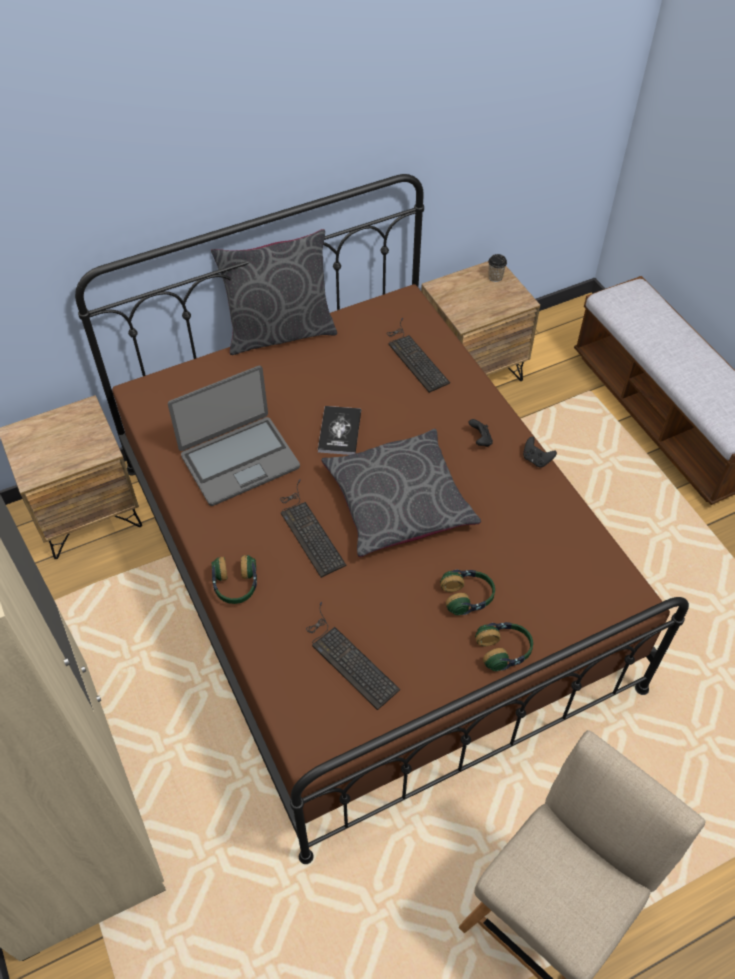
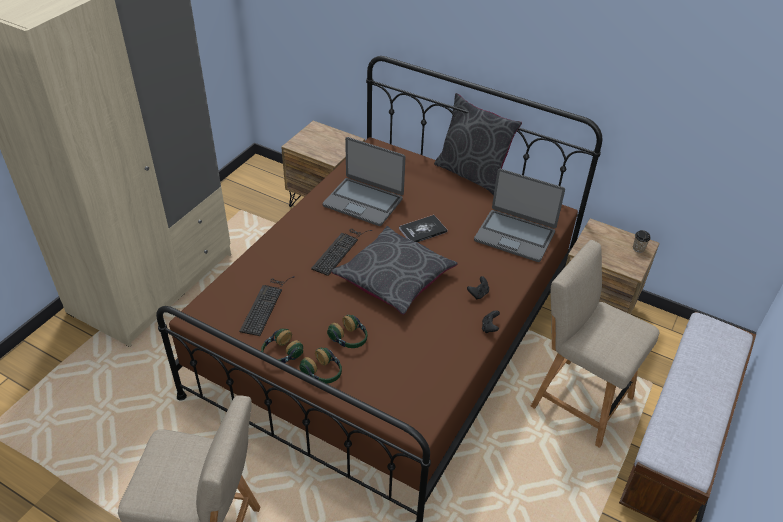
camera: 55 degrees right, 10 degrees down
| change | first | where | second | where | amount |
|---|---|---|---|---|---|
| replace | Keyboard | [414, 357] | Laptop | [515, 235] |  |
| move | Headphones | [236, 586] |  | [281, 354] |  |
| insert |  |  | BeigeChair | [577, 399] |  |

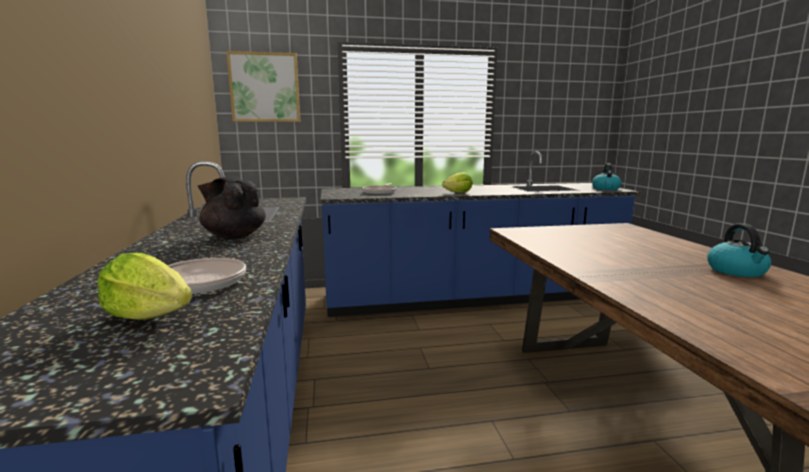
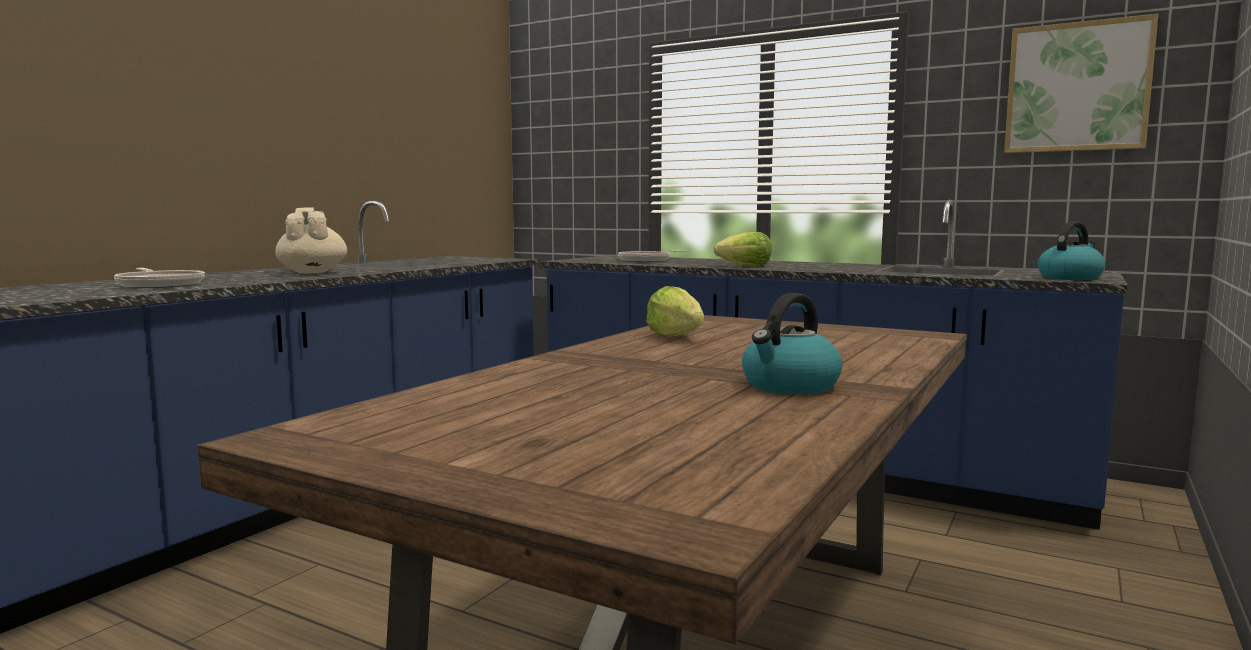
camera: 40 degrees right, 5 degrees down
| change | first | where | second | where | amount |
|---|---|---|---|---|---|
| move | Picture | [265, 87] |  | [1077, 87] |  |
| recolor | BlackTeapot | [234, 236] | BeigeTeapot | [312, 272] |  |
| move | Lettuce | [149, 316] |  | [676, 337] |  |

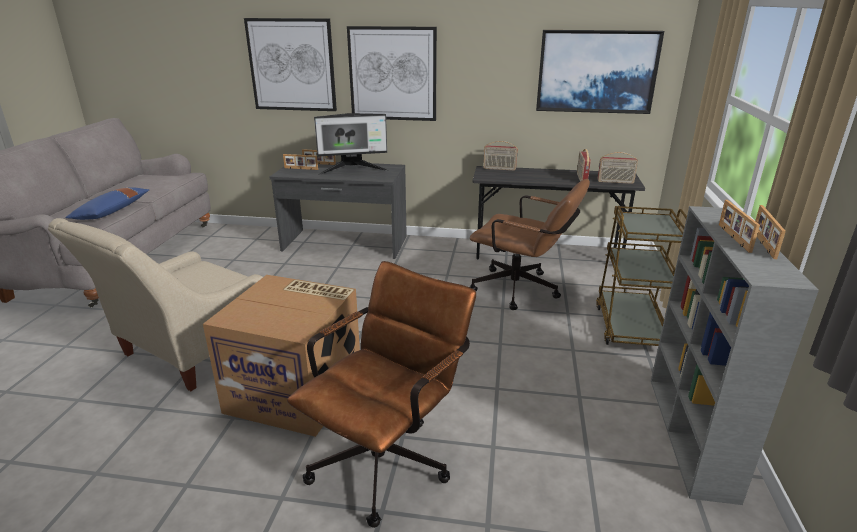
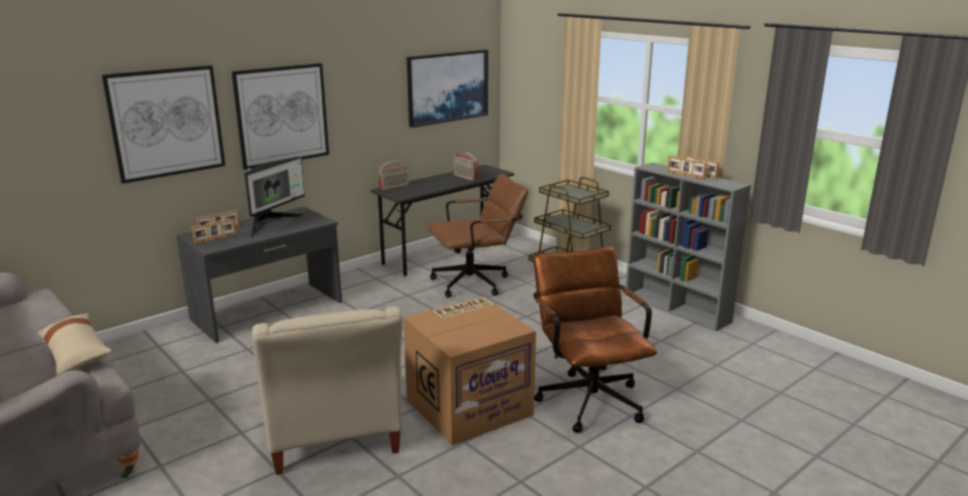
camera: 50 degrees left, 5 degrees down
| change | first | where | second | where | amount |
|---|---|---|---|---|---|
| delete | Radio | [615, 182] |  |  |  |
| recolor | BluePillow | [112, 211] | BeigePillow | [76, 353] |  |

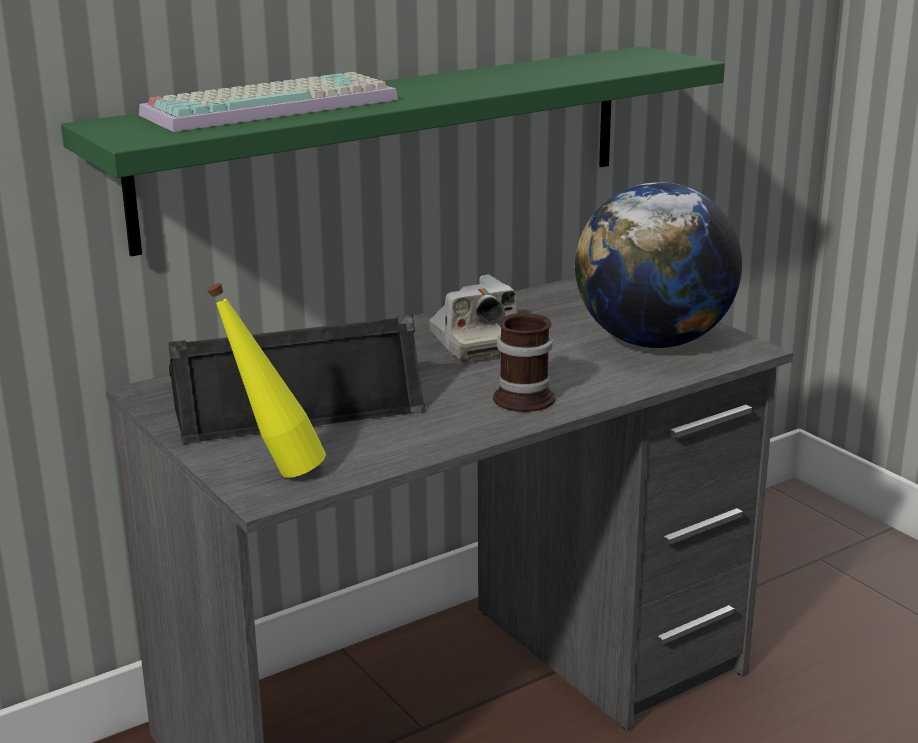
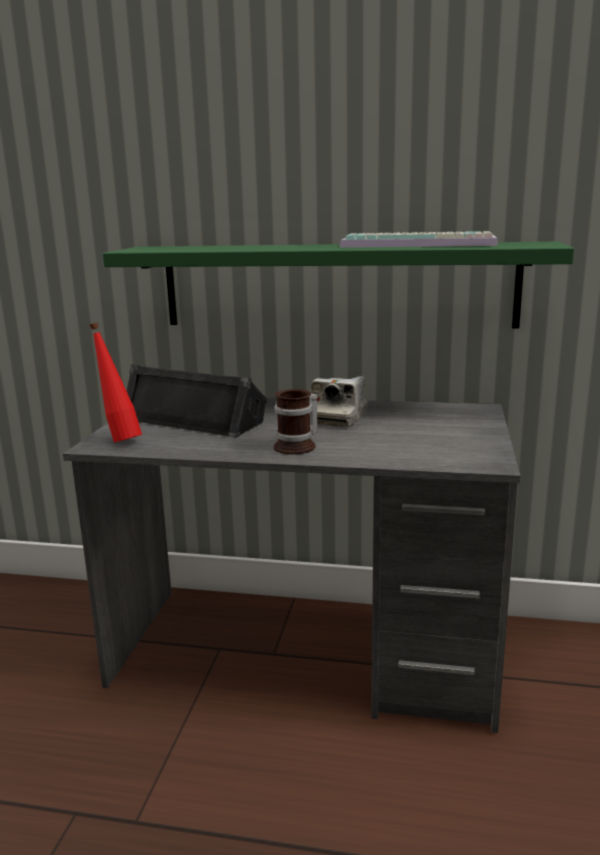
camera: 45 degrees right, 5 degrees down
| change | first | where | second | where | amount |
|---|---|---|---|---|---|
| move | Keyboard | [272, 106] |  | [420, 244] |  |
| delete | Globe | [654, 342] |  |  |  |
| recolor | YellowBottle | [274, 471] | RedBottle | [119, 439] |  |

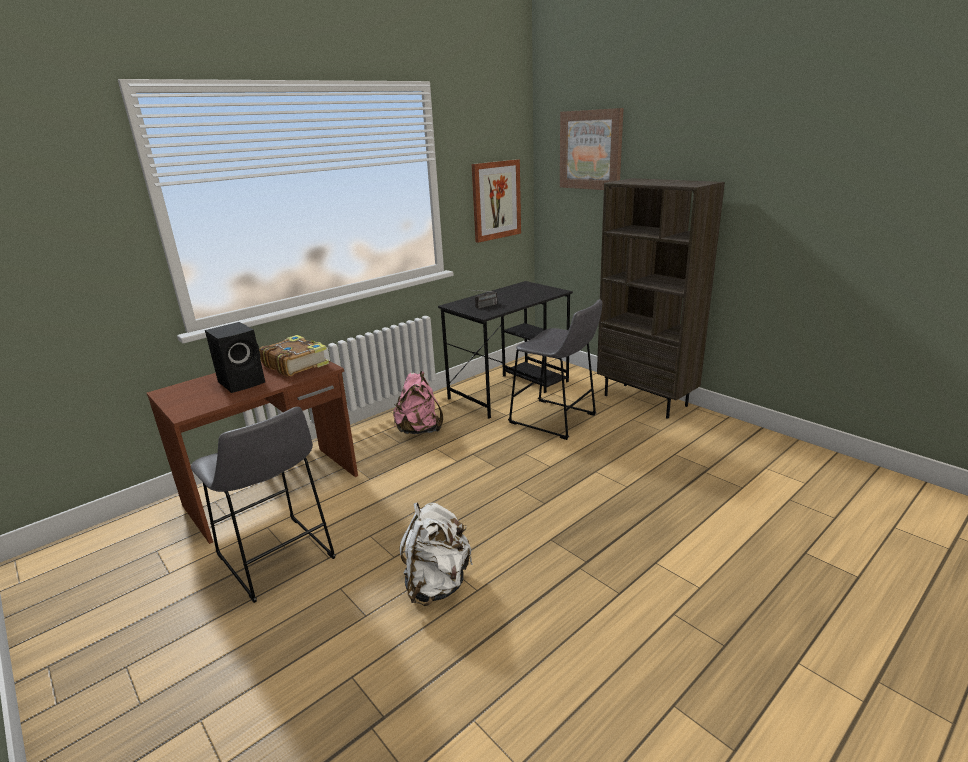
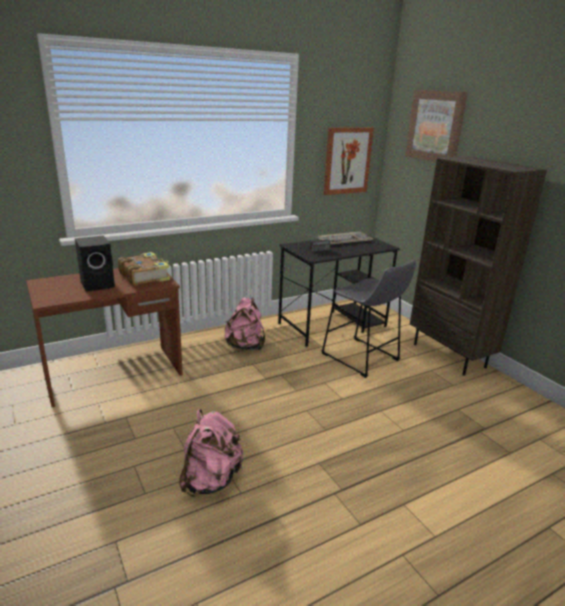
camera: 10 degrees right, 0 degrees up
| change | first | where | second | where | amount |
|---|---|---|---|---|---|
| delete | GreyStool | [277, 560] |  |  |  |
| recolor | WhiteBackpack | [437, 584] | PinkBackpack | [210, 480] |  |
| insert |  |  | Keyboard | [345, 240] |  |

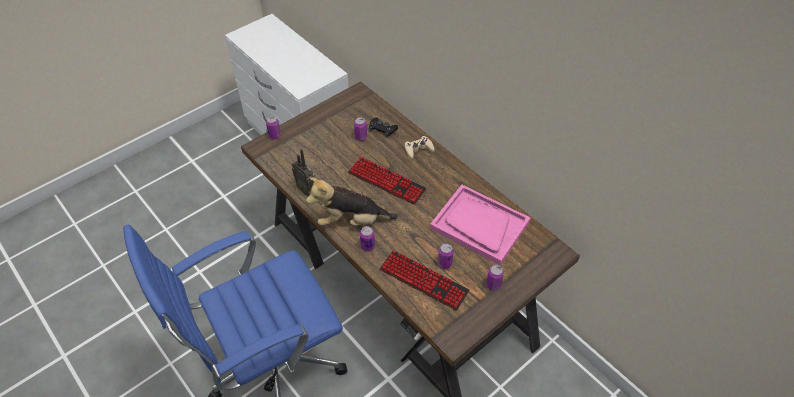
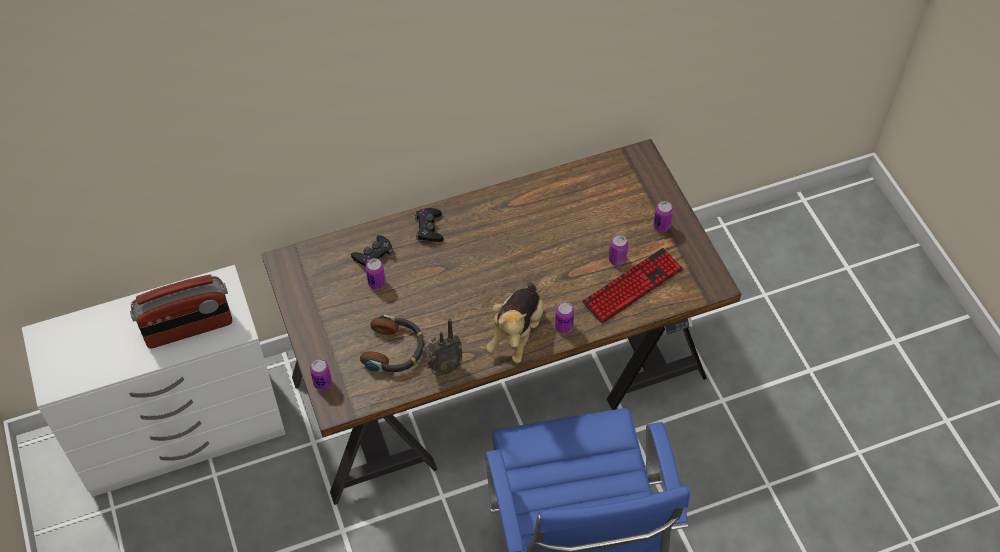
camera: 70 degrees left, 5 degrees up
| change | first | where | second | where | amount |
|---|---|---|---|---|---|
| recolor | BeigeGameController | [418, 149] | BlackGameController | [429, 228] |  |
| delete | Keyboard | [386, 181] |  |  |  |
| delete | PinkTray | [479, 225] |  |  |  |
| insert |  |  | Radio | [188, 328] |  |
| insert |  |  | Headphones | [394, 350] |  |

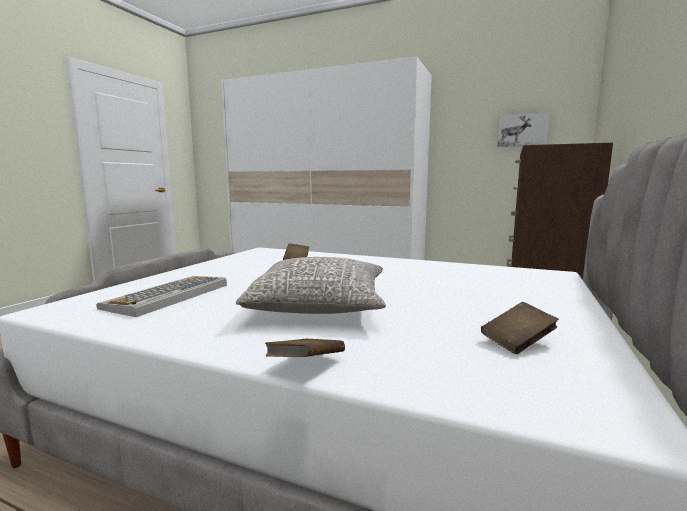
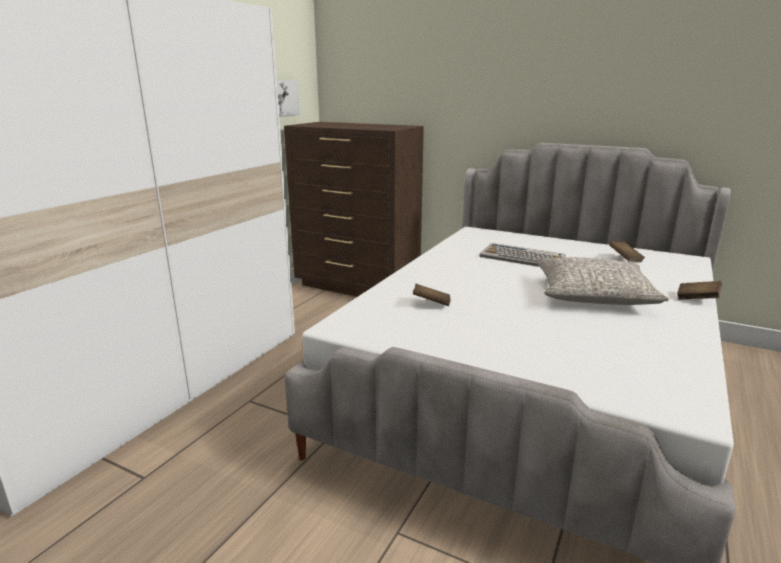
camera: 85 degrees left, 10 degrees up
| change | first | where | second | where | amount |
|---|---|---|---|---|---|
| move | Keyboard | [168, 296] |  | [523, 258] |  |

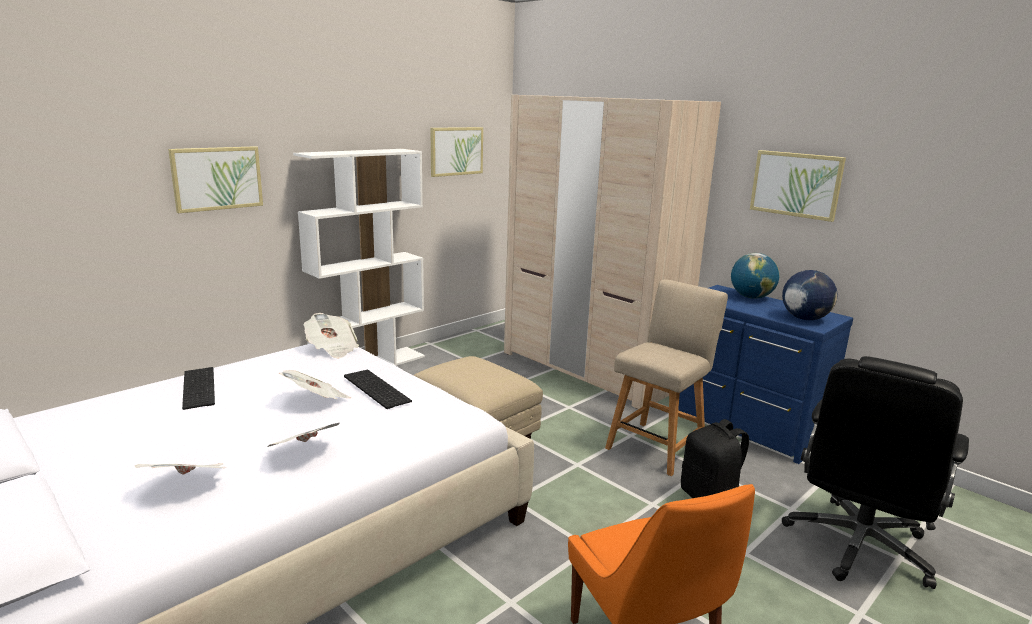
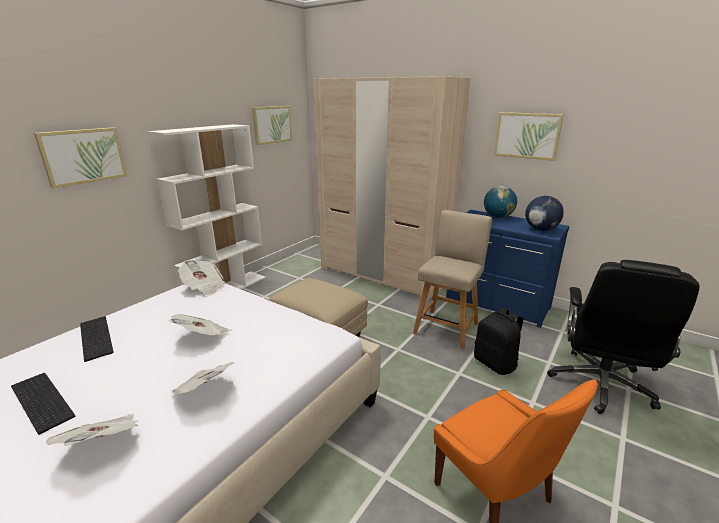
camera: 10 degrees left, 5 degrees up
| change | first | where | second | where | amount |
|---|---|---|---|---|---|
| move | Keyboard | [374, 389] |  | [39, 402] |  |

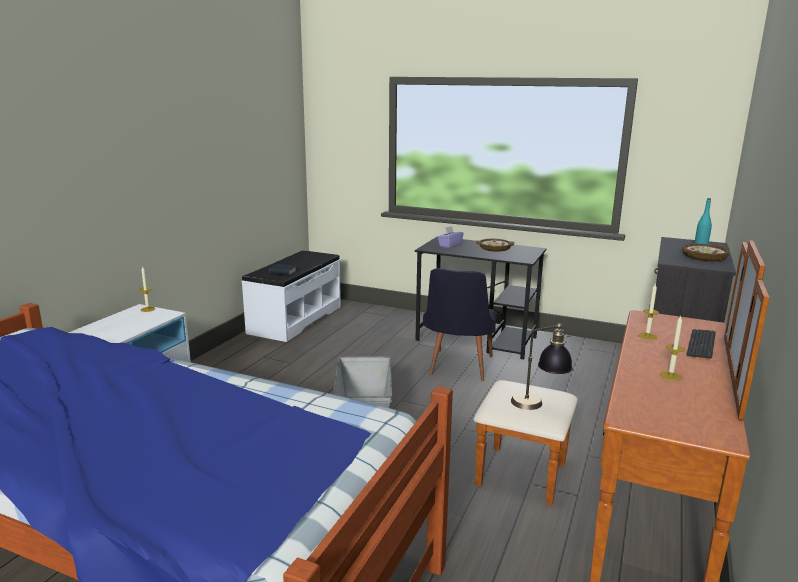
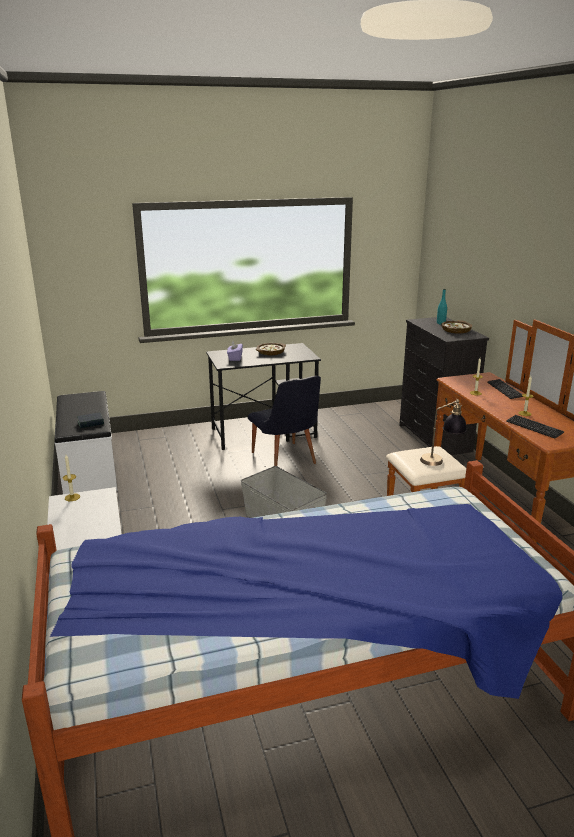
camera: 40 degrees left, 5 degrees up
| change | first | where | second | where | amount |
|---|---|---|---|---|---|
| insert |  |  | Keyboard | [534, 427] |  |

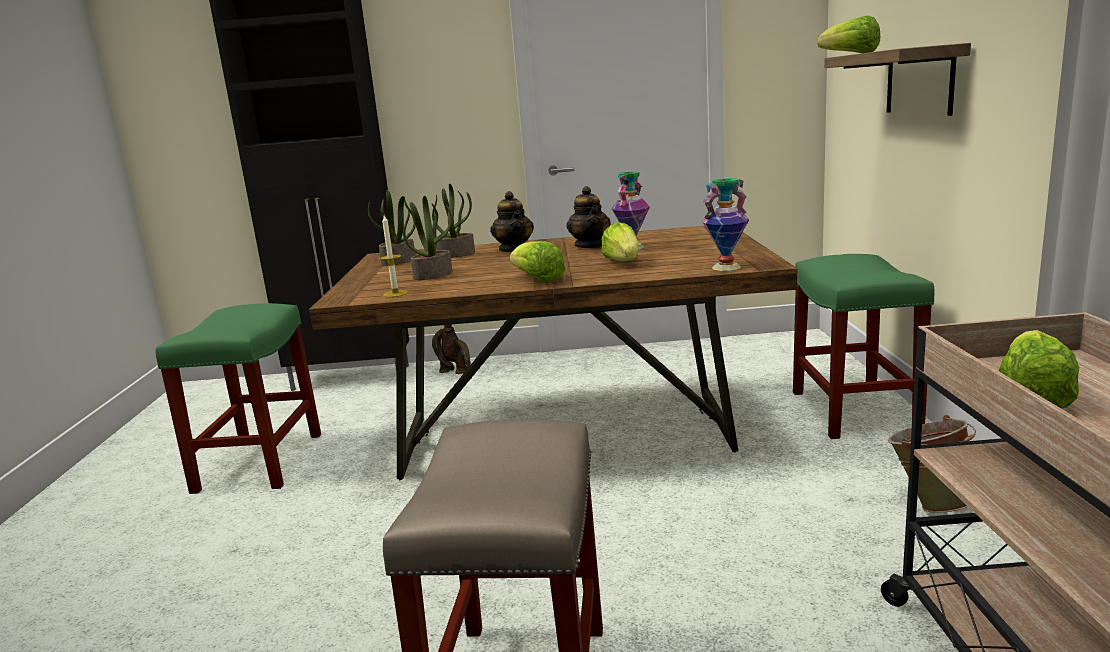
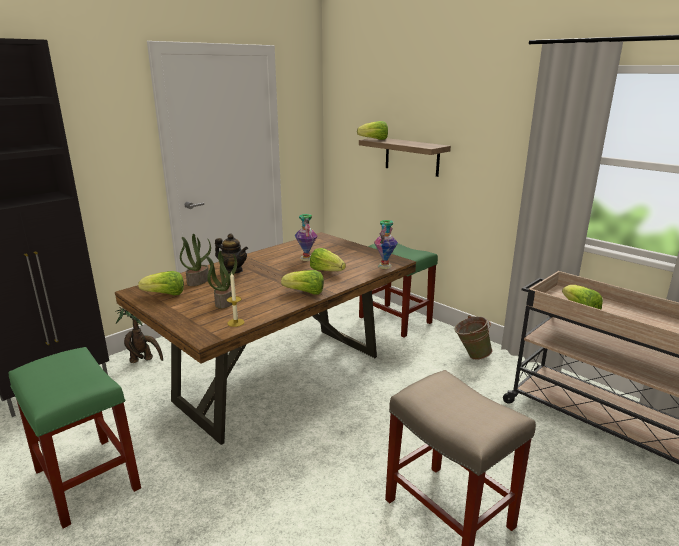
camera: 45 degrees left, 5 degrees up
| change | first | where | second | where | amount |
|---|---|---|---|---|---|
| delete | Teapot | [590, 246] |  |  |  |
| replace | PottedPlant | [398, 261] | Lettuce | [165, 295] |  |

